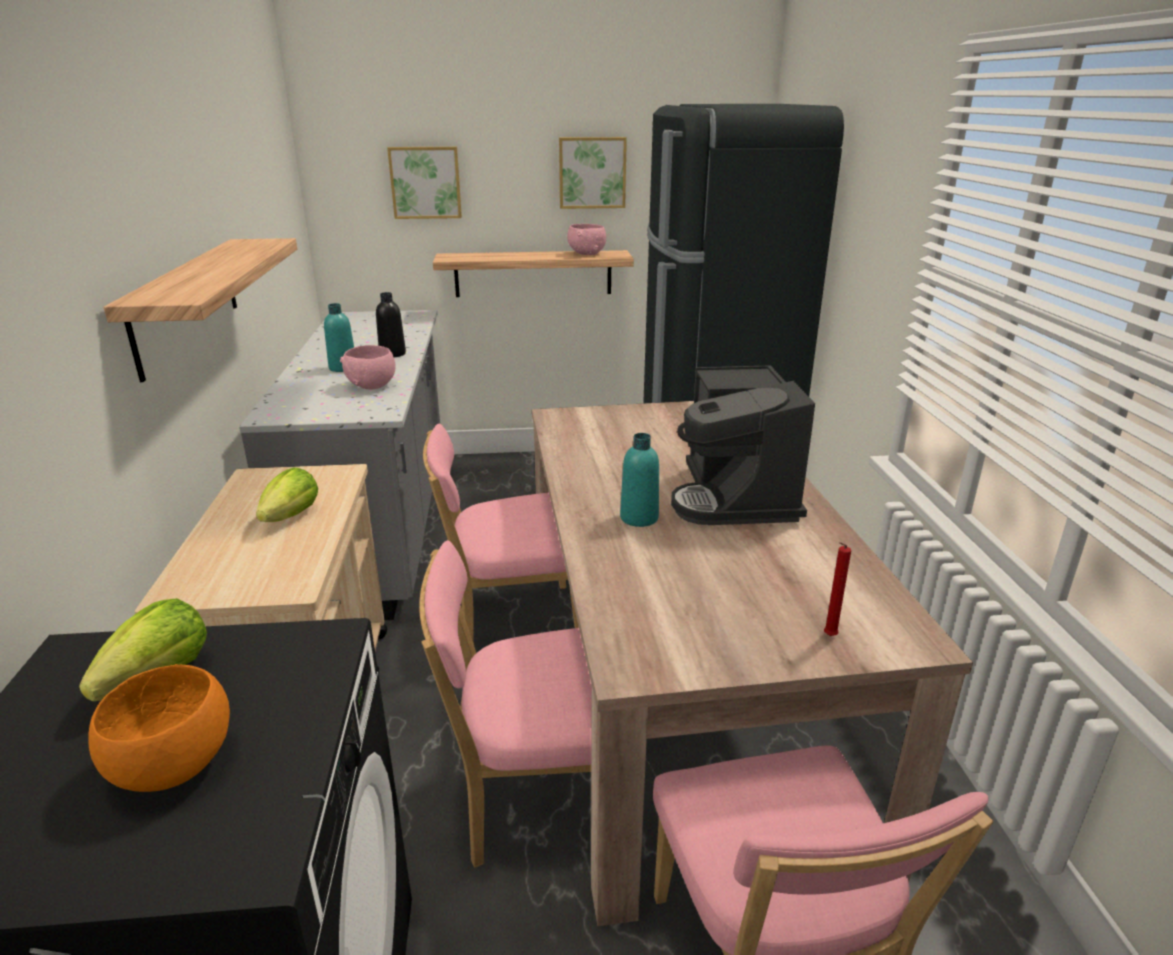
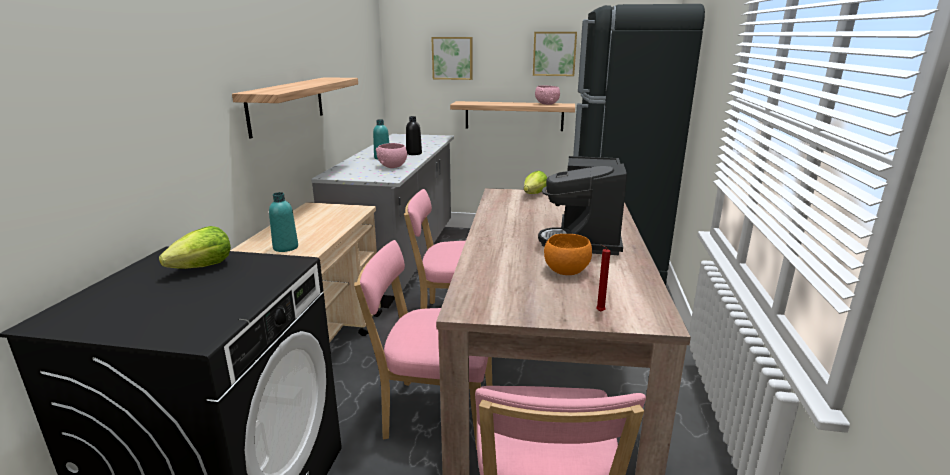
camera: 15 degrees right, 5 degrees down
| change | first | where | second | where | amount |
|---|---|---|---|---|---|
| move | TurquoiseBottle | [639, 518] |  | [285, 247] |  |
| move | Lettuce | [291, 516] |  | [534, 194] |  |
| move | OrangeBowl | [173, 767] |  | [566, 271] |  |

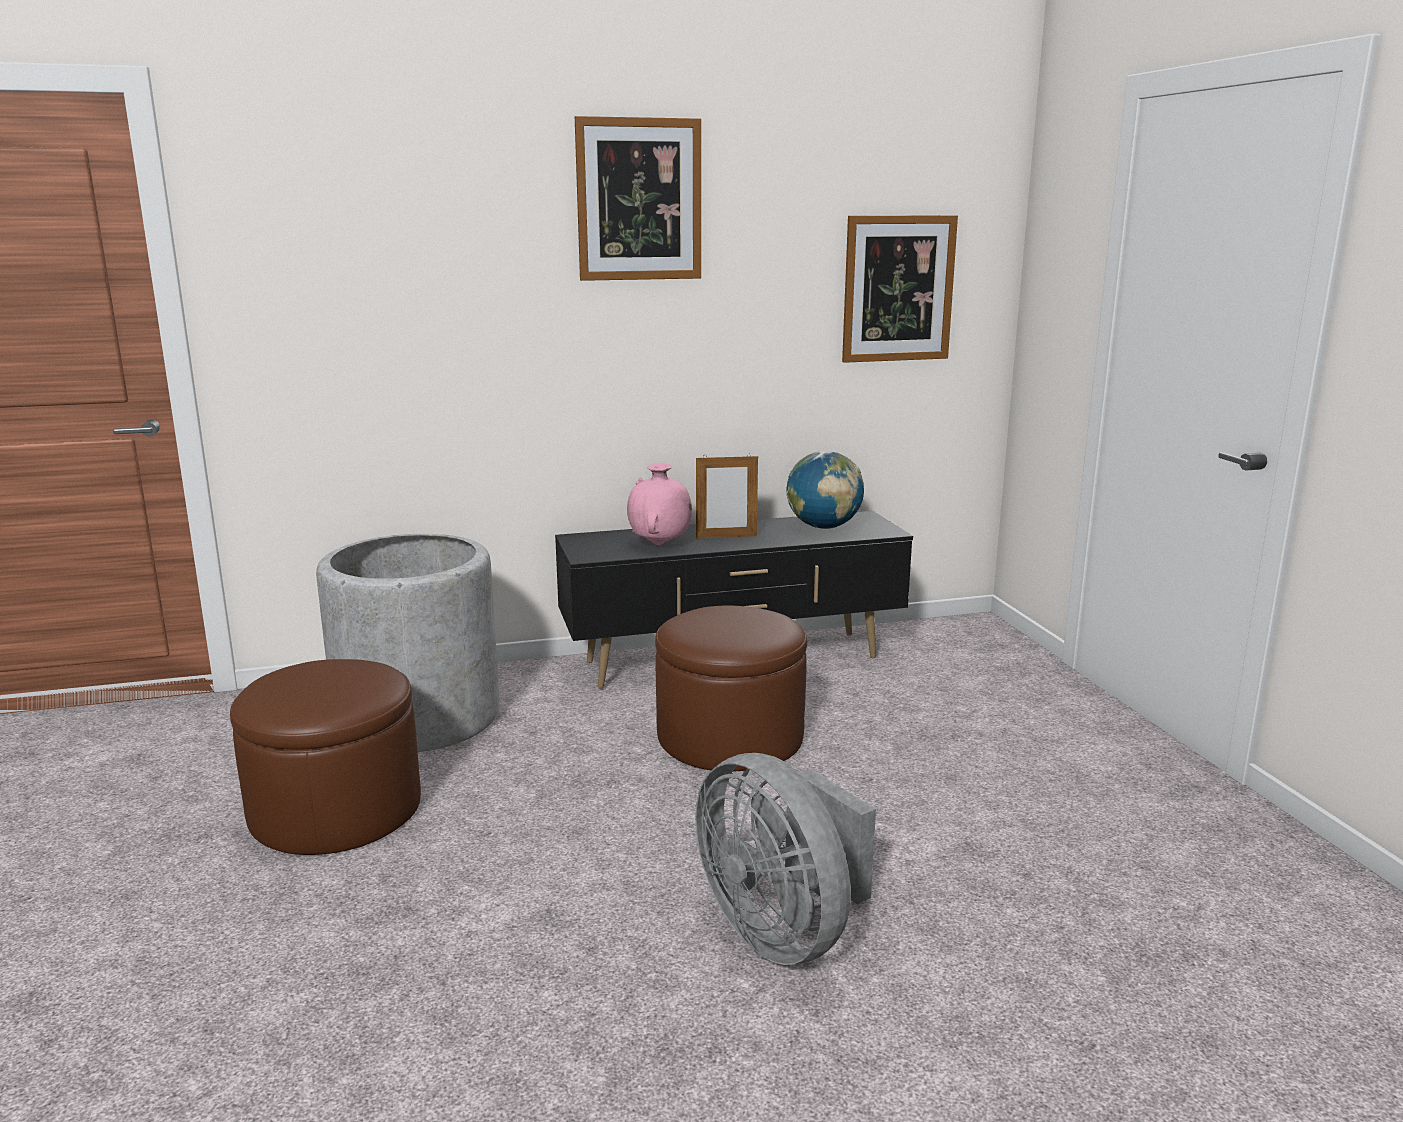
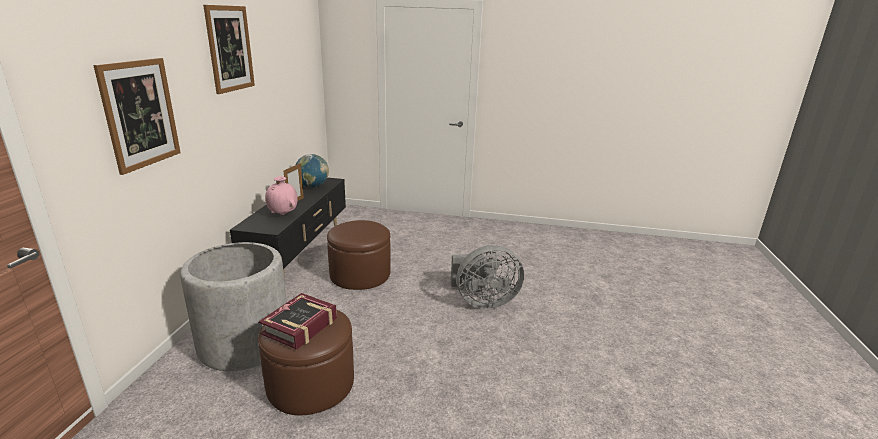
camera: 65 degrees left, 5 degrees up
| change | first | where | second | where | amount |
|---|---|---|---|---|---|
| move | Picture | [898, 289] |  | [140, 114] |  |
| insert |  |  | Book | [300, 326] |  |

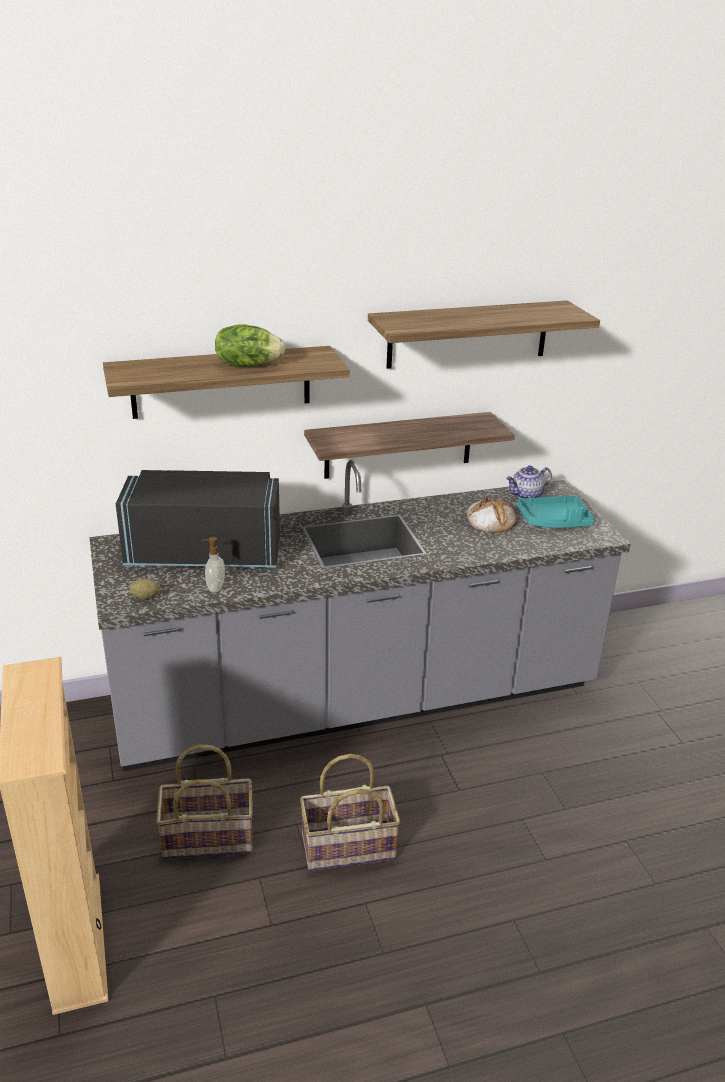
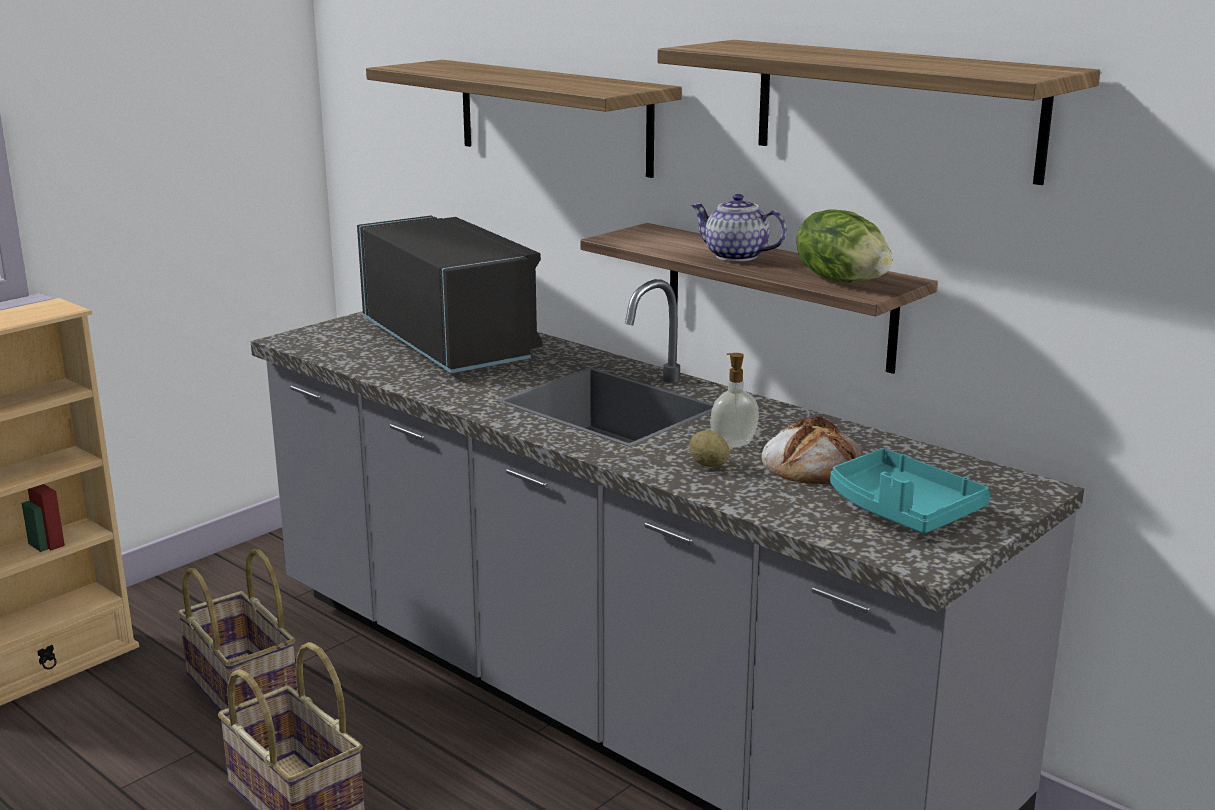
camera: 60 degrees right, 10 degrees down
| change | first | where | second | where | amount |
|---|---|---|---|---|---|
| move | Lettuce | [247, 364] |  | [842, 280] |  |
| move | Teapot | [527, 495] |  | [734, 256] |  |
| move | SoapDispenser | [215, 587] |  | [732, 444] |  |
| move | Potato | [145, 597] |  | [708, 465] |  |

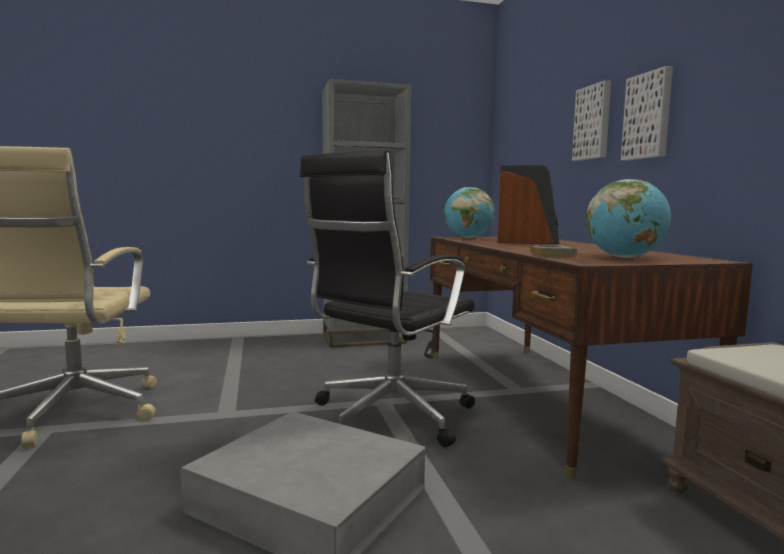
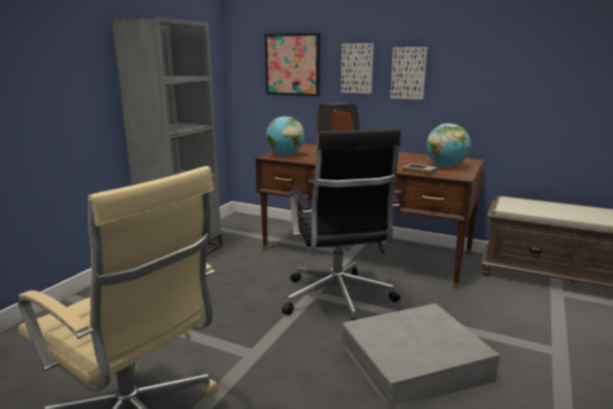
camera: 50 degrees left, 10 degrees up
| change | first | where | second | where | amount |
|---|---|---|---|---|---|
| insert |  |  | Picture | [293, 64] |  |

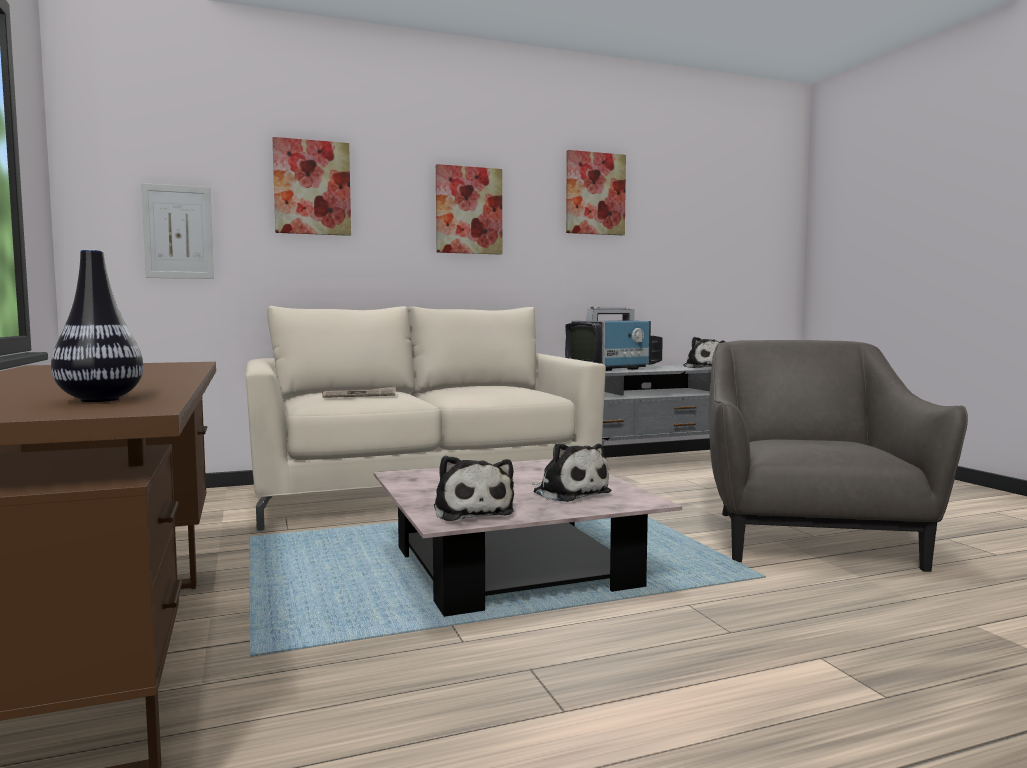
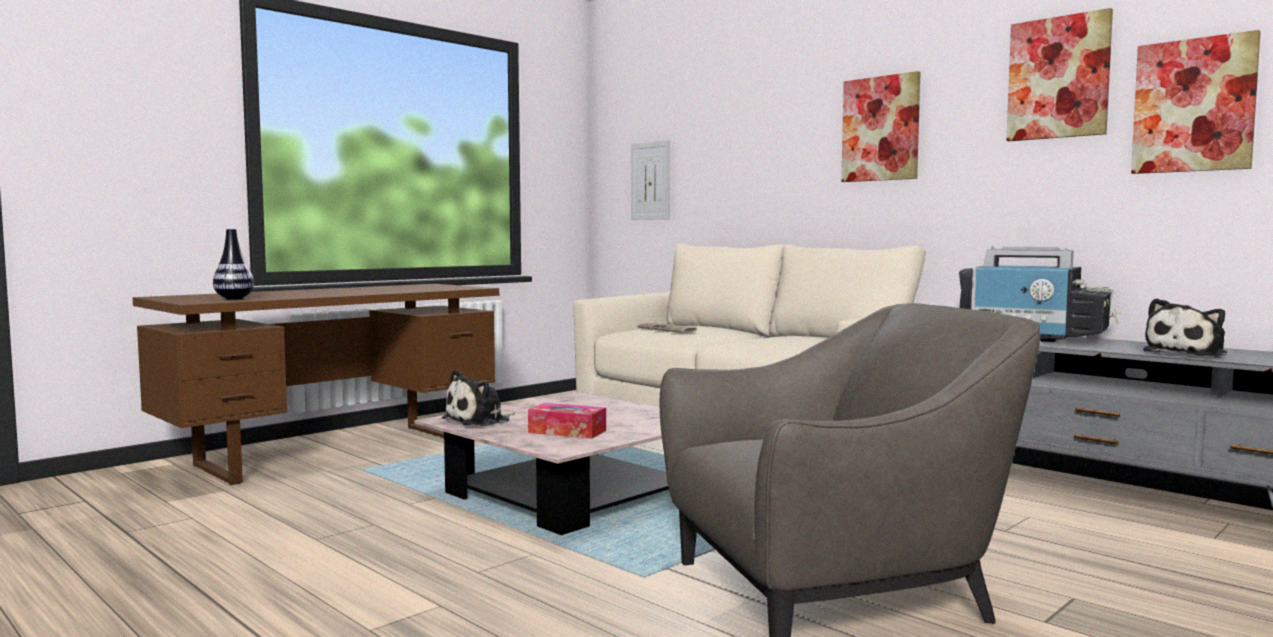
camera: 65 degrees right, 0 degrees up
| change | first | where | second | where | amount |
|---|---|---|---|---|---|
| move | Picture | [312, 187] |  | [1193, 105] |  |
| replace | PlushToy | [569, 493] | TissueBox | [567, 431] |  |

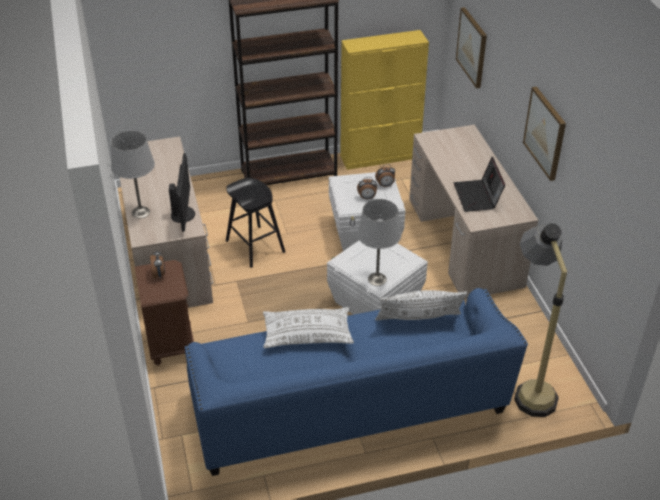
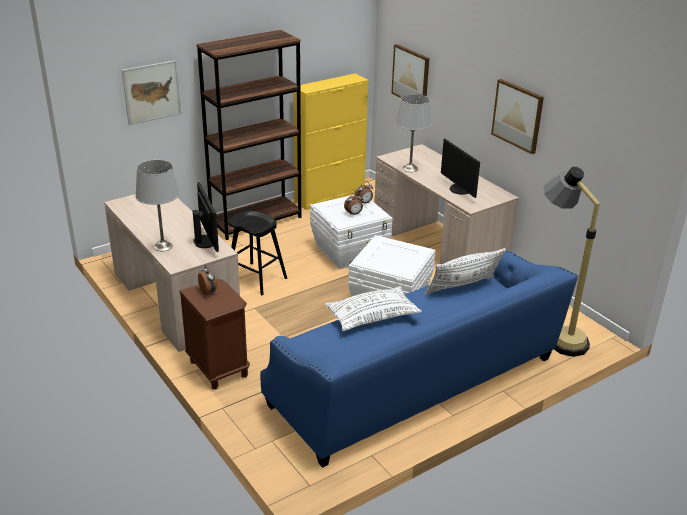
camera: 20 degrees left, 10 degrees down
| change | first | where | second | where | amount |
|---|---|---|---|---|---|
| replace | Laptop | [477, 196] | Monitor | [459, 189] |  |
| move | GreyTableLamp | [377, 279] |  | [410, 168] |  |
| insert |  |  | Picture | [152, 92] |  |

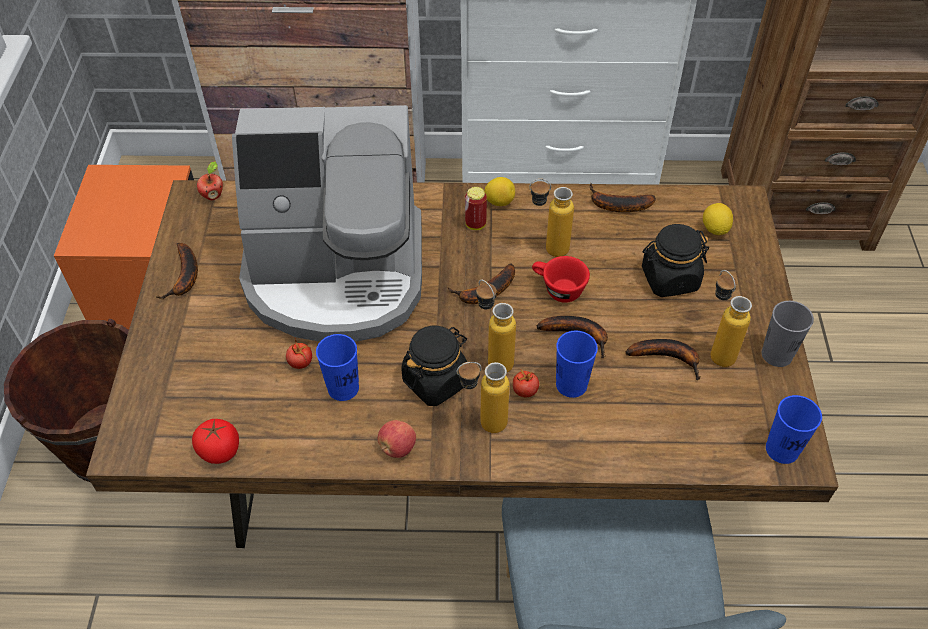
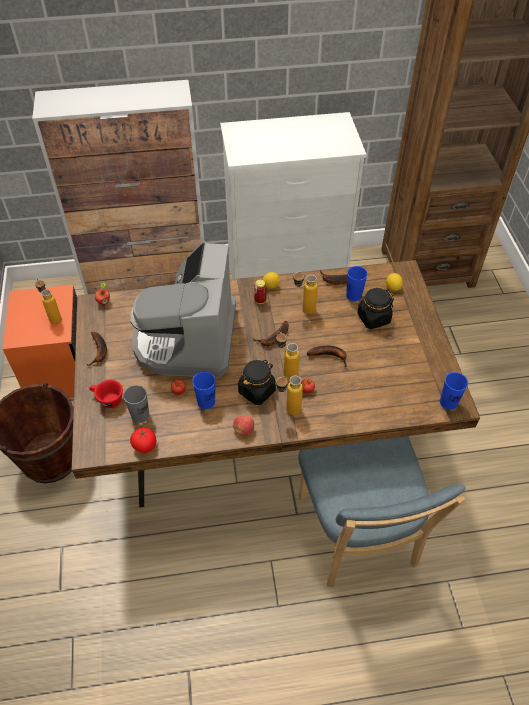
camera: 10 degrees left, 0 degrees up
| change | first | where | second | where | amount |
|---|---|---|---|---|---|
| rotate | CoffeeMachine | [337, 275] |  | [187, 339] | 105 degrees clockwise |
| move | RedCup | [557, 289] |  | [107, 400] |  |
| move | Bottle | [716, 350] |  | [53, 317] |  |
| move | GreyCup | [776, 354] |  | [140, 415] |  |
| move | BlueCup | [571, 384] |  | [354, 295] |  |
| delete | Banana | [668, 358] |  |  |  |

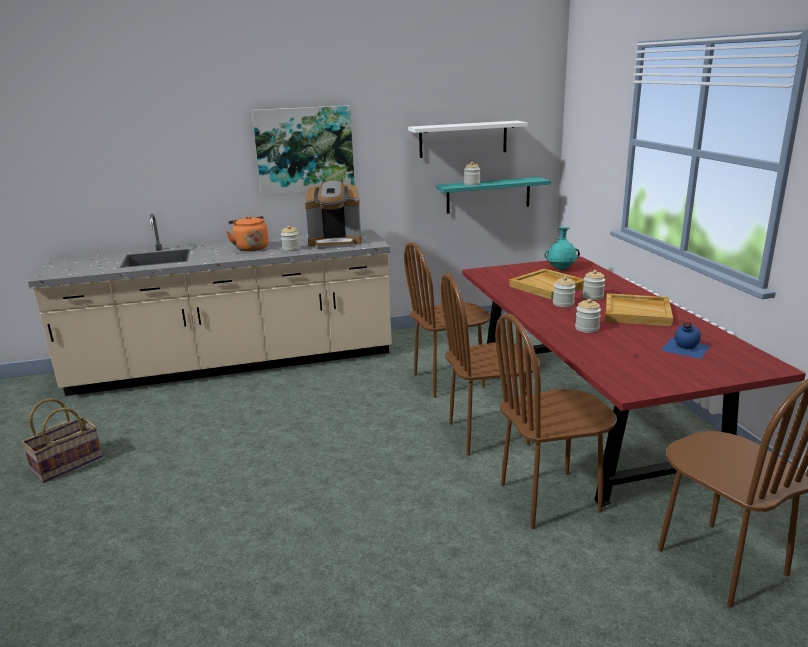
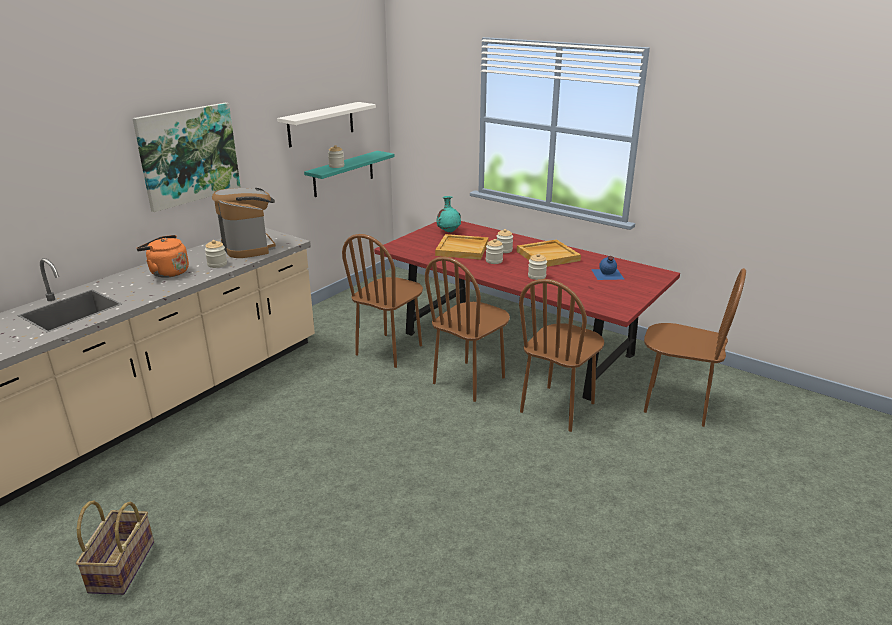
camera: 40 degrees left, 5 degrees up
| change | first | where | second | where | amount |
|---|---|---|---|---|---|
| rotate | CoffeeMachine | [335, 242] |  | [249, 247] | 75 degrees counterclockwise |

